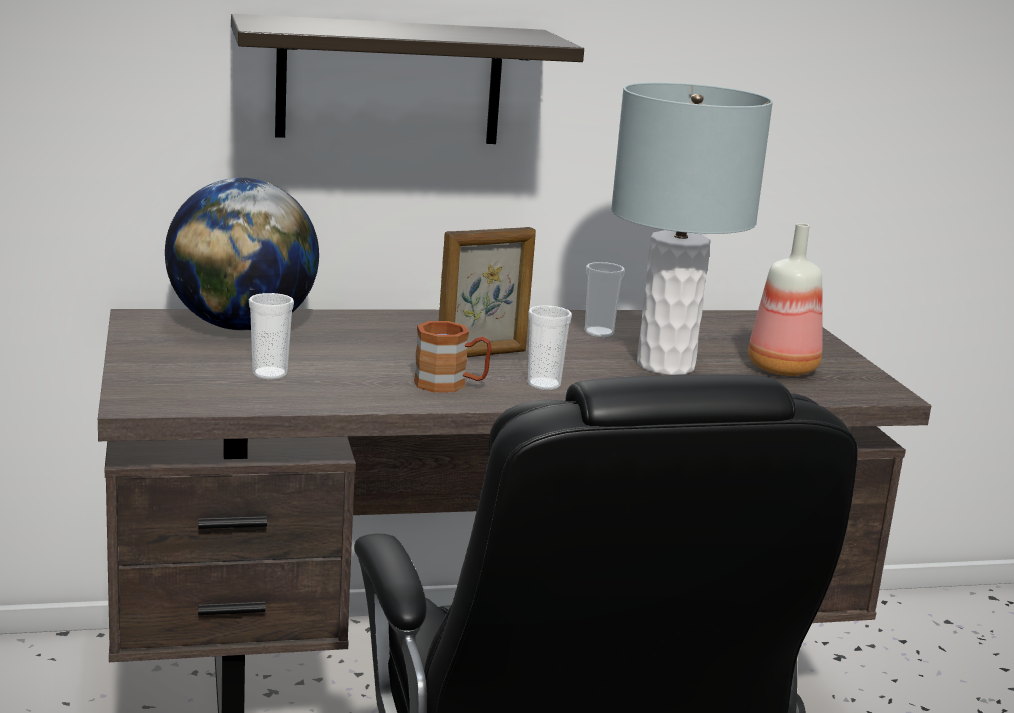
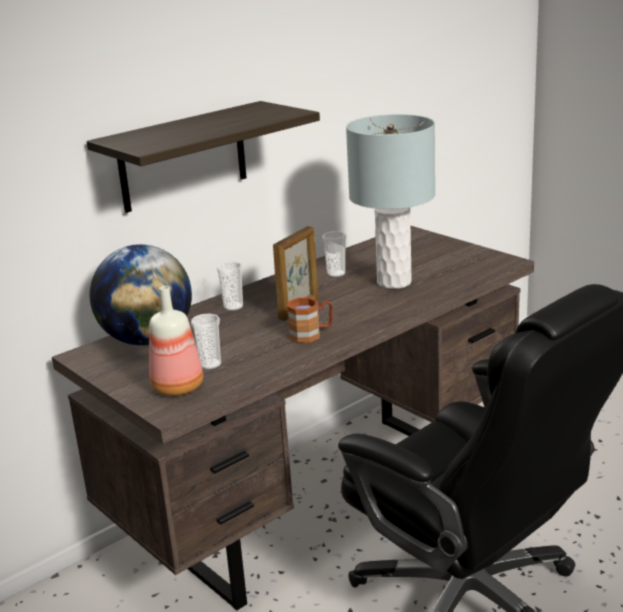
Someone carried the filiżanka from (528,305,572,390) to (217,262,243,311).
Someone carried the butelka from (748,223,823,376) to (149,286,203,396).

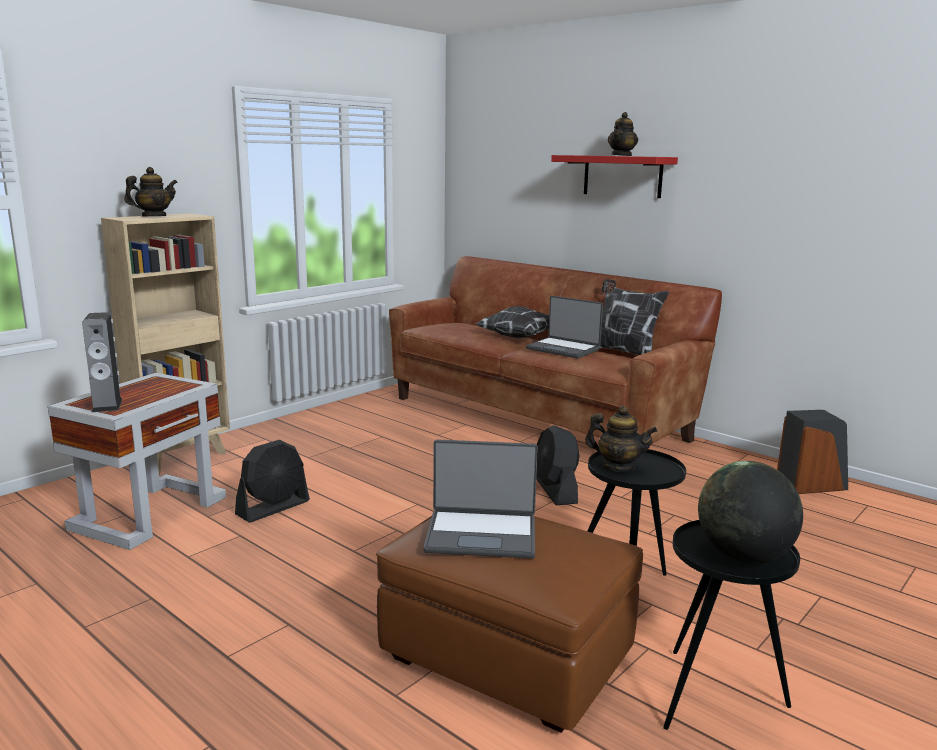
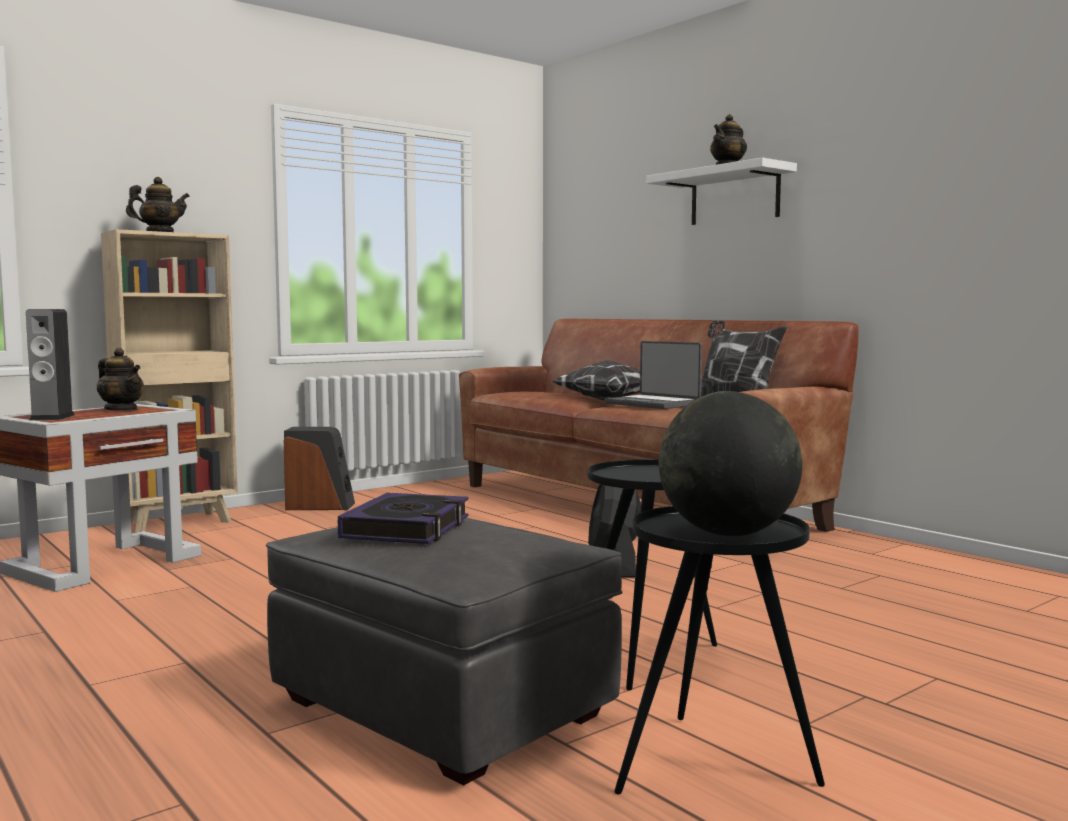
Someone took away the wentylator (czarny) at (235,440,310,523).
Someone repainted the pufa (brązowy) at (376,516,643,733), which became the pufa (szary) at (266,518,622,785).
Someone swapped the laptop at (424,439,538,559) for the książka at (338,493,468,544).
Someone repainted the półka (czerwony) at (551,155,678,198), which became the półka (biały) at (646,158,797,225).
Someone carried the imbryk from (585,406,657,472) to (97,348,144,411).
Someone carried the głośnik from (777,410,848,494) to (284,427,355,510).

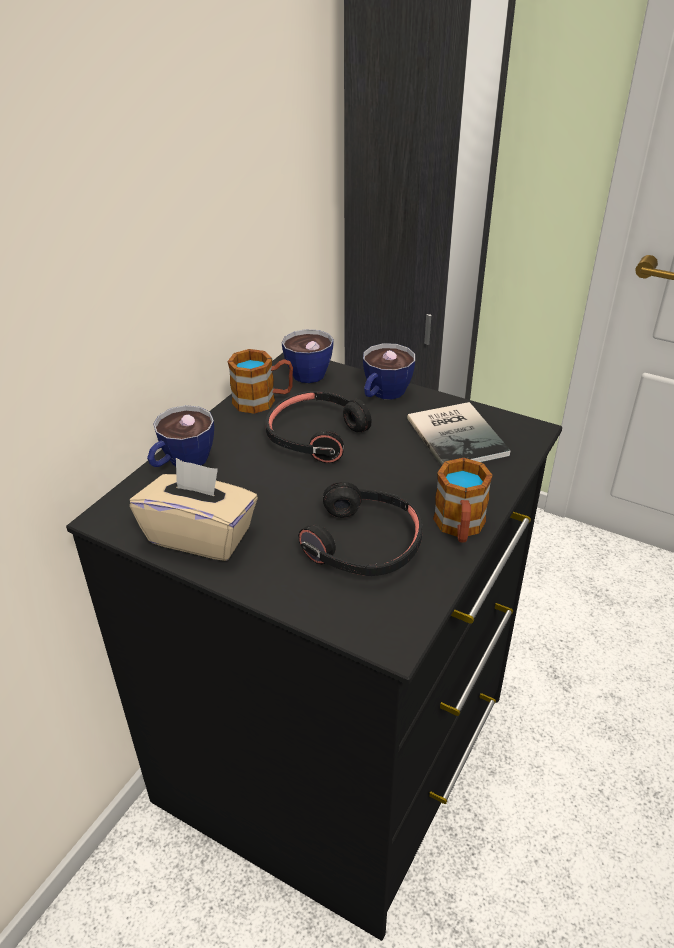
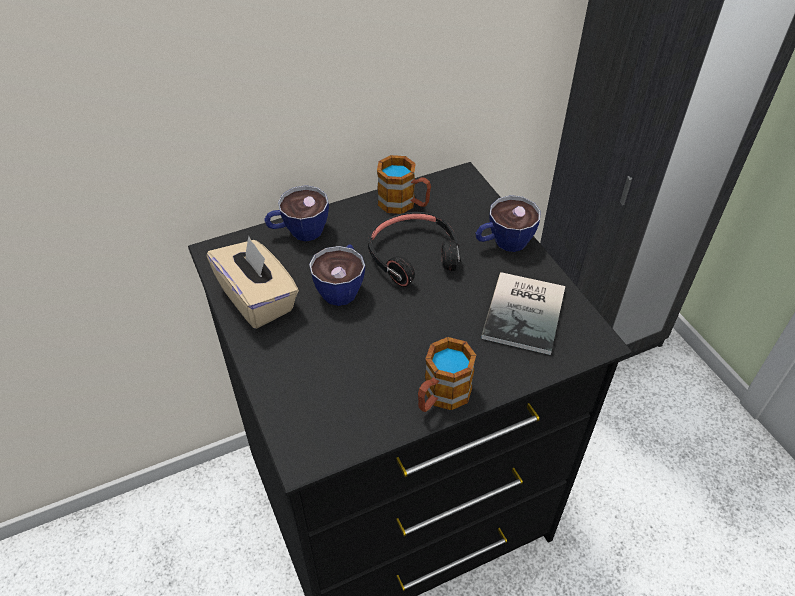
Someone carried the filiżanka from (281,329,334,383) to (309,244,365,306).
Someone took away the słuchawki (czarny) at (298,482,423,576).

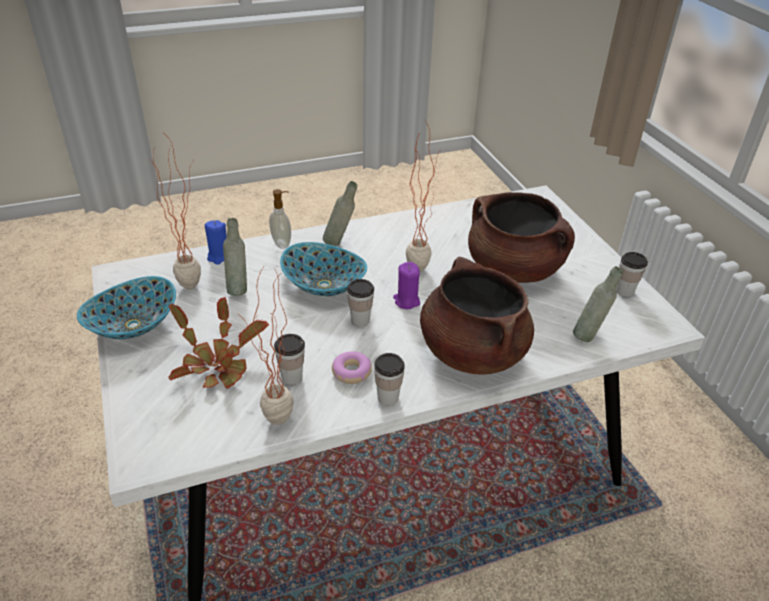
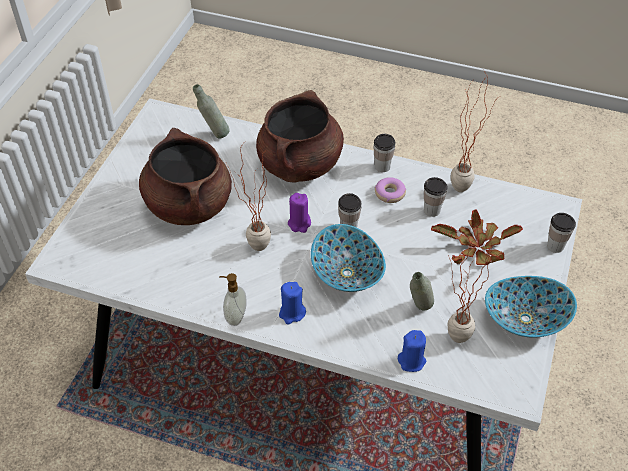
Someone carried the dozownik mydła from (269,189,291,249) to (219,273,247,326).
Someone swapped the butelka (szary) at (323,181,357,246) for the świeca (niebieski) at (279,282,306,324).
Someone carried the filiżanka from (616,252,648,297) to (547,213,576,253).

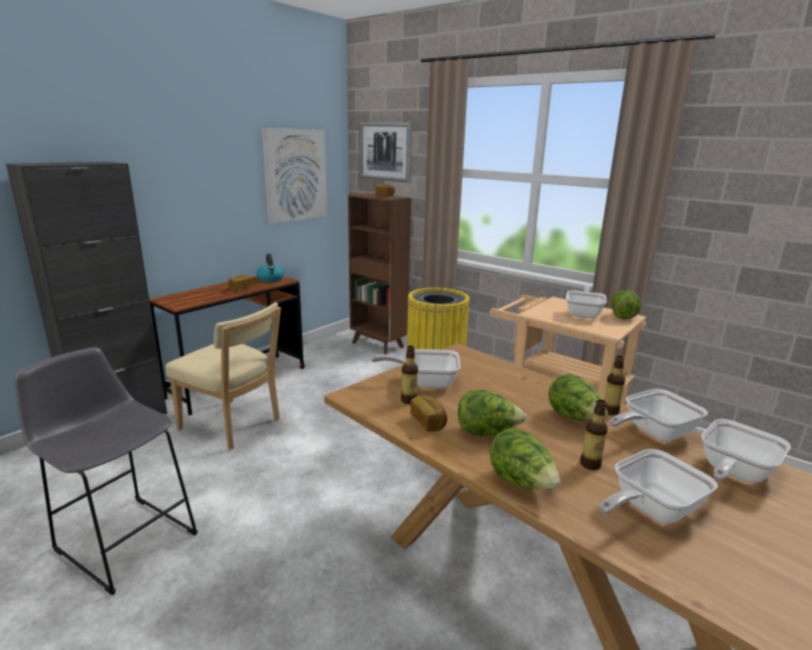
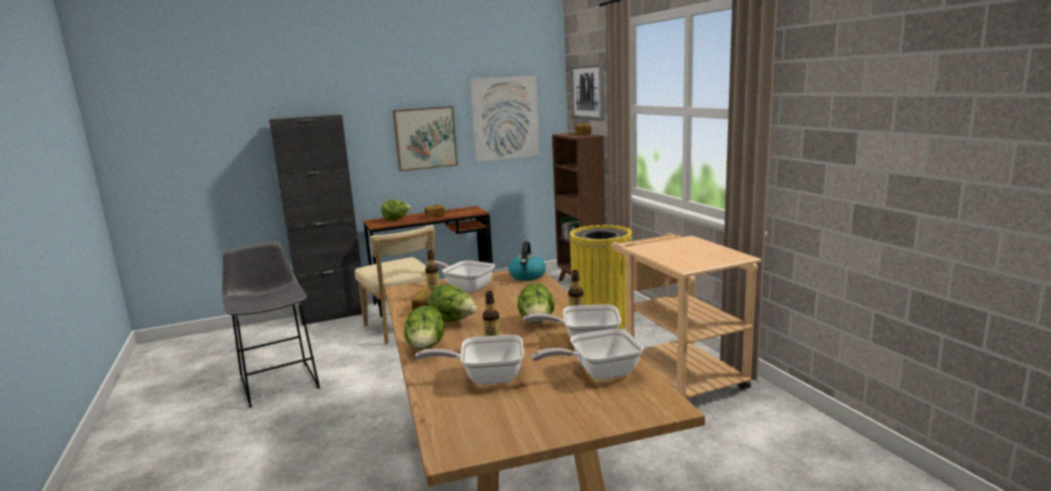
Someone carried the czajnik from (256,254,284,282) to (509,241,546,281).
Someone took away the patelnia at (566,285,607,319).
Someone carried the sałata from (611,290,641,319) to (381,200,411,221).
Someone put up the obraz at (393,106,458,171).

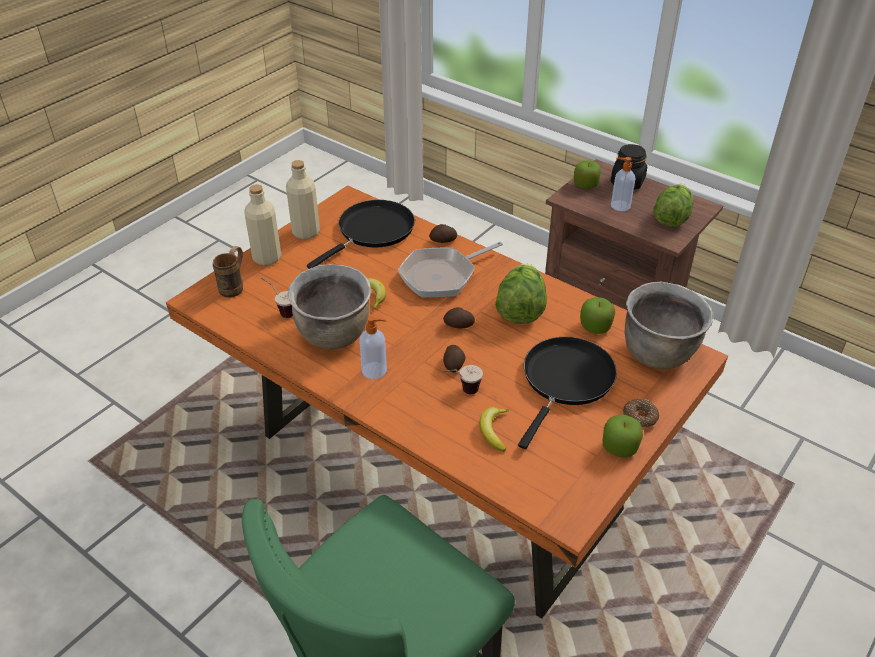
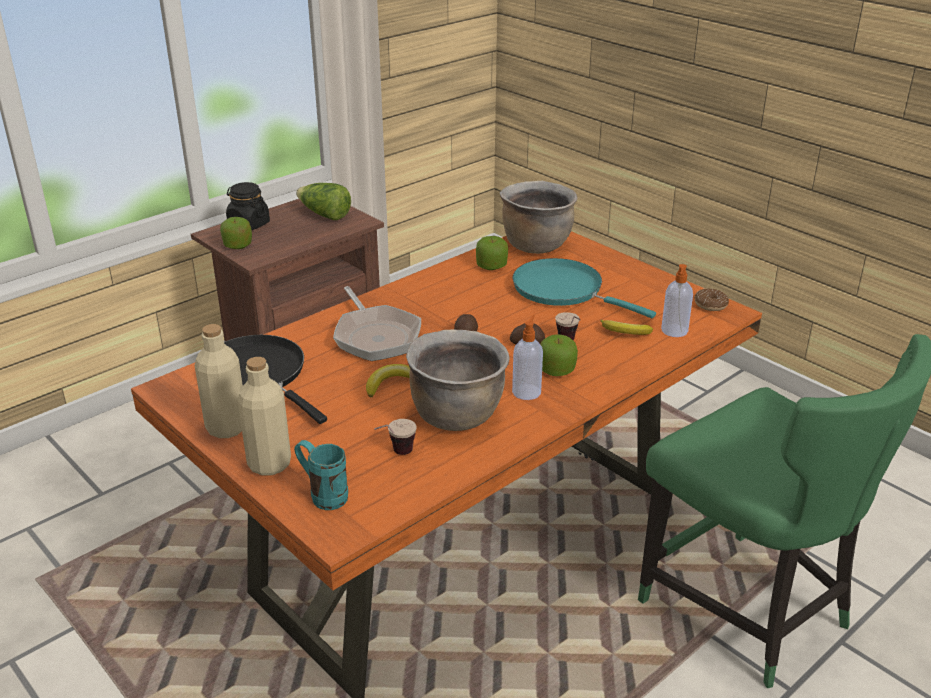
Someone repainted the kubek (brązowy) at (213,246,243,298), which became the kubek (turkusowy) at (294,440,348,510).
Someone took away the ziemniak at (429,224,457,243).
Someone took away the sałata at (495,264,547,324).
Someone repainted the patelnia (czarny) at (518,337,617,449), which became the patelnia (turkusowy) at (513,258,656,318).
Someone carried the jabłko from (603,414,643,457) to (540,334,578,376).
Someone carried the dozownik mydła from (611,157,635,211) to (661,264,693,337).
Someone carried the donut from (623,399,659,428) to (694,288,729,311).

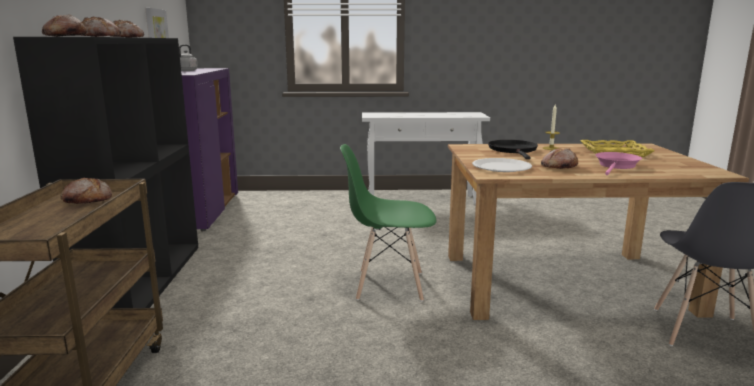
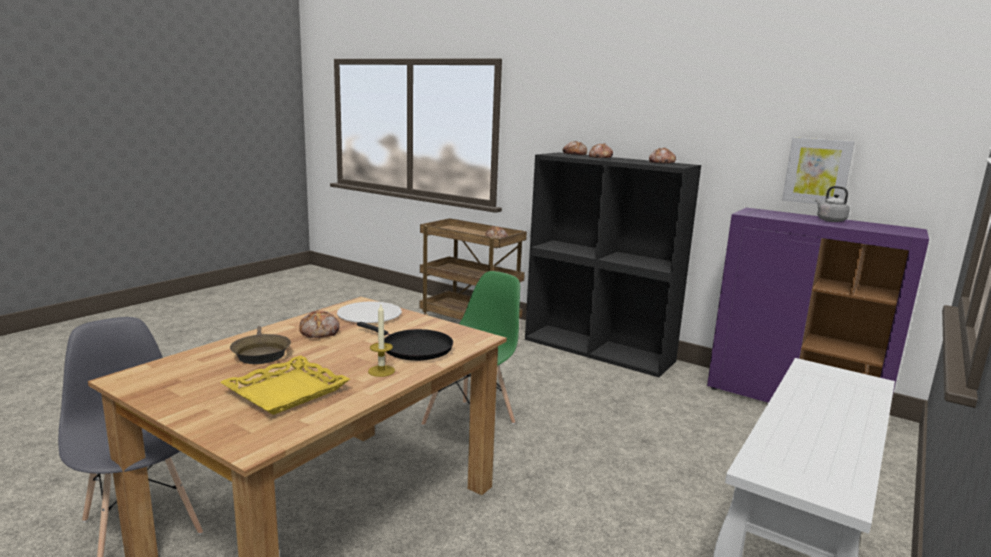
Someone repainted the patelnia (różowy) at (595,152,642,175), which became the patelnia (brązowy) at (230,326,291,364).

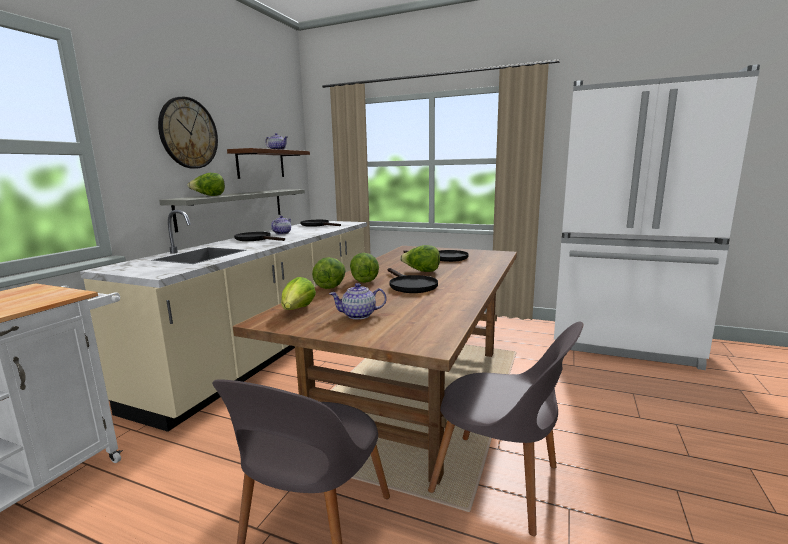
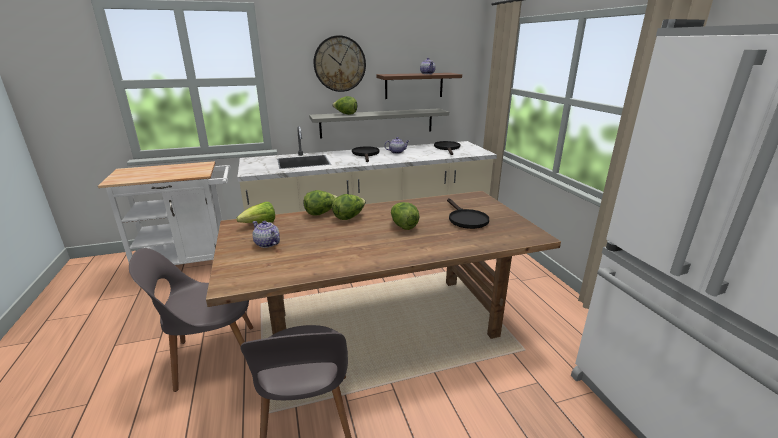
Someone took away the patelnia (czarny) at (388,268,438,293).

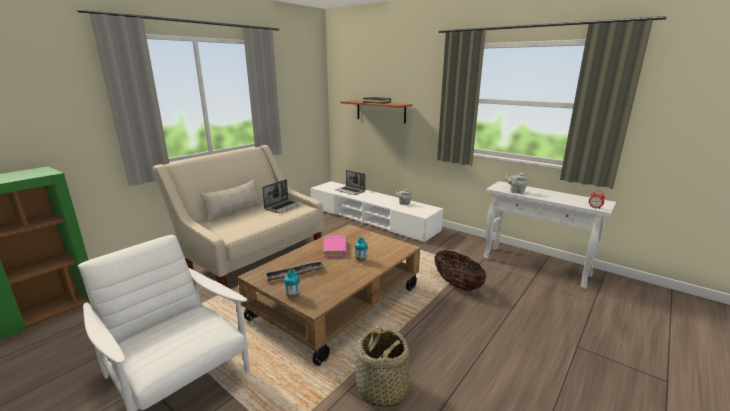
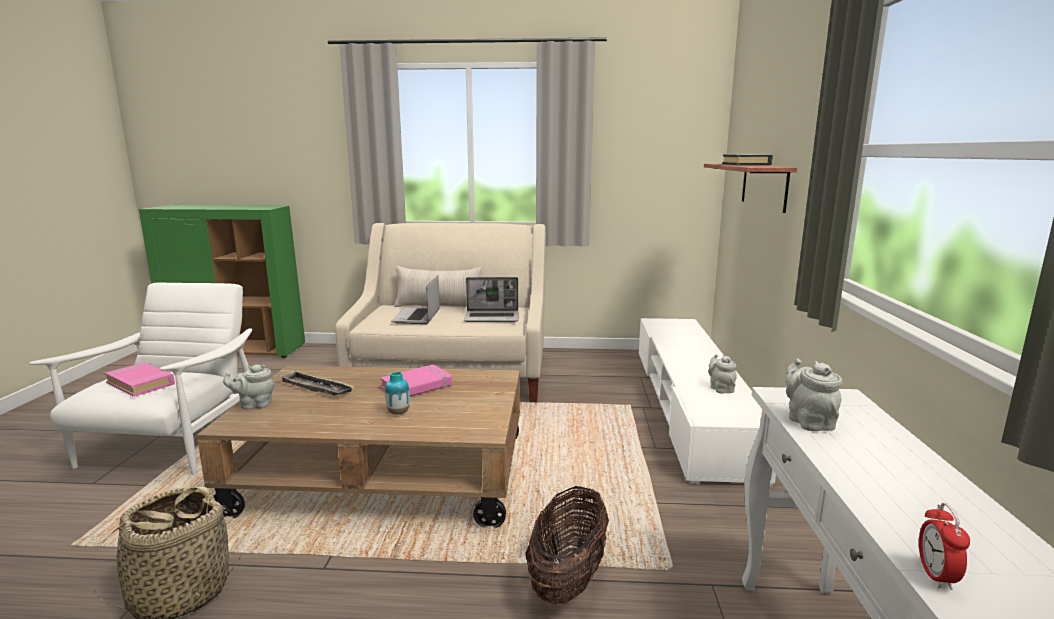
Someone swapped the wazon at (284,270,300,298) for the imbryk (szary) at (223,365,274,410).
Someone carried the laptop from (335,170,366,195) to (391,275,440,324).
Someone put down the książka (różowy) at (105,362,175,397).

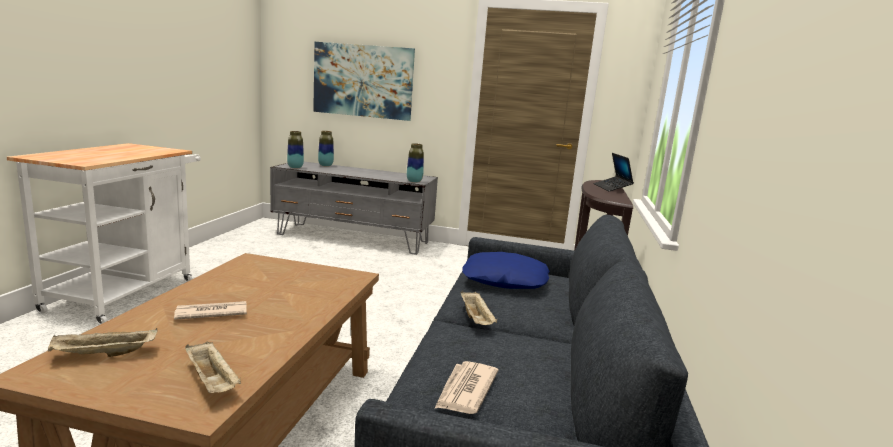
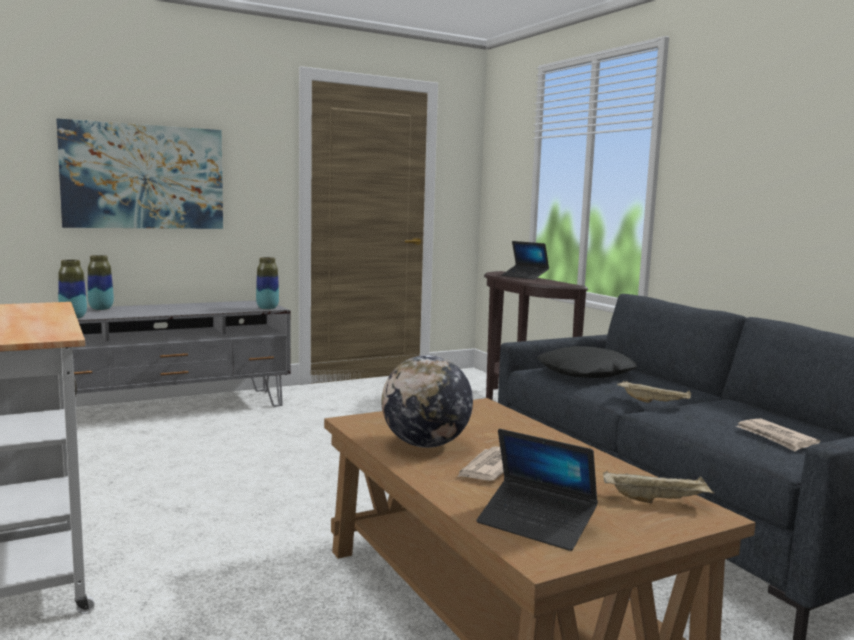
Someone swapped the taca (beżowy) at (48,328,158,357) for the laptop at (476,429,598,551).
Someone repainted the poduszka (niebieski) at (462,252,550,289), which became the poduszka (czarny) at (537,346,637,378).
Someone put down the globus at (381,355,473,448).

